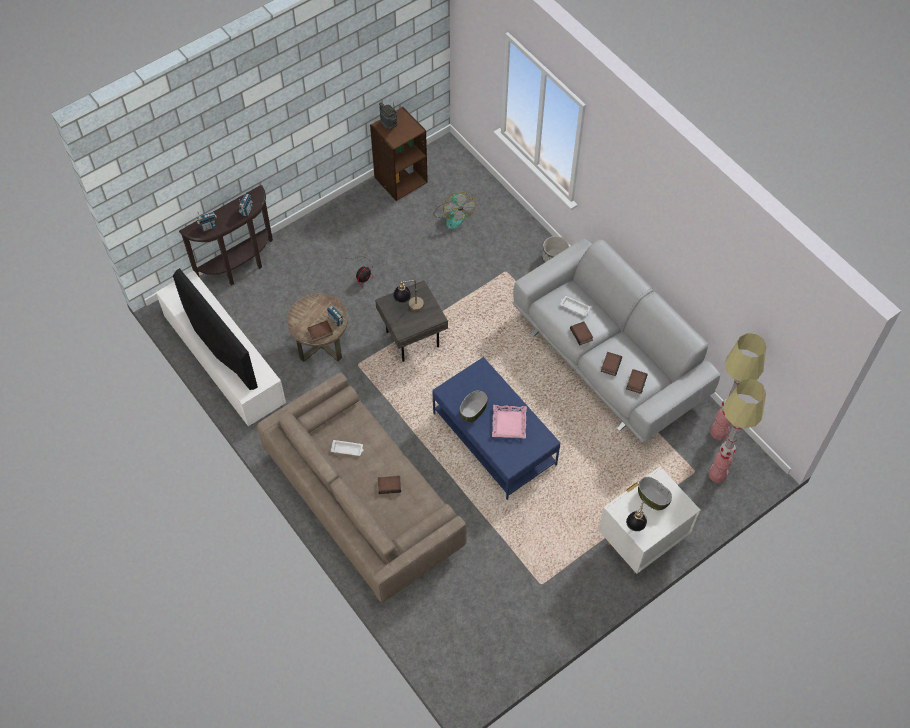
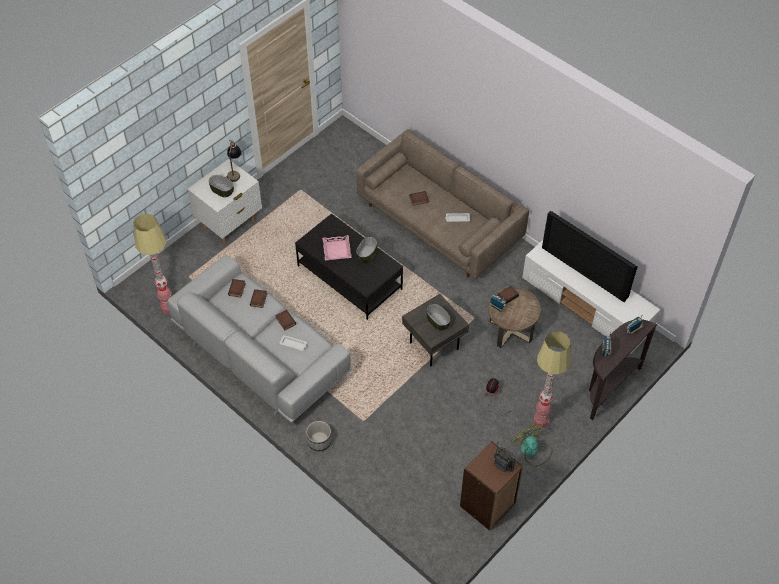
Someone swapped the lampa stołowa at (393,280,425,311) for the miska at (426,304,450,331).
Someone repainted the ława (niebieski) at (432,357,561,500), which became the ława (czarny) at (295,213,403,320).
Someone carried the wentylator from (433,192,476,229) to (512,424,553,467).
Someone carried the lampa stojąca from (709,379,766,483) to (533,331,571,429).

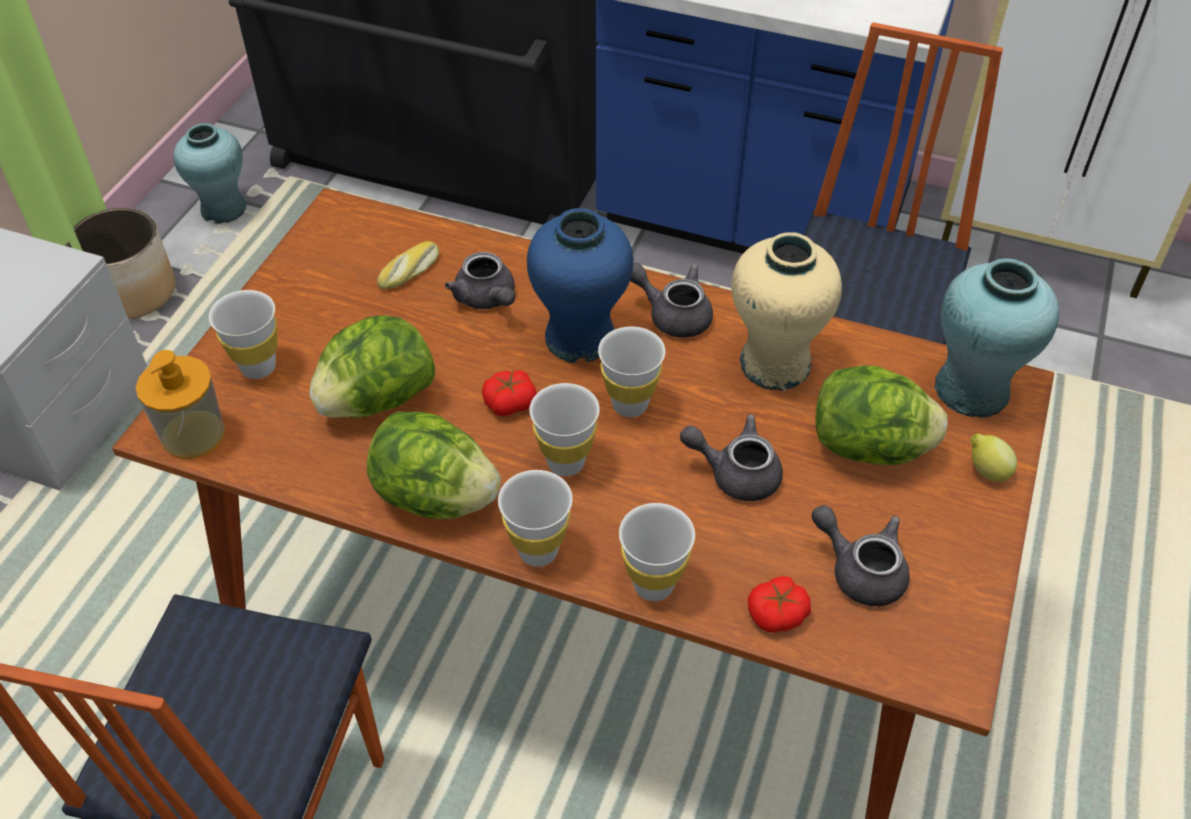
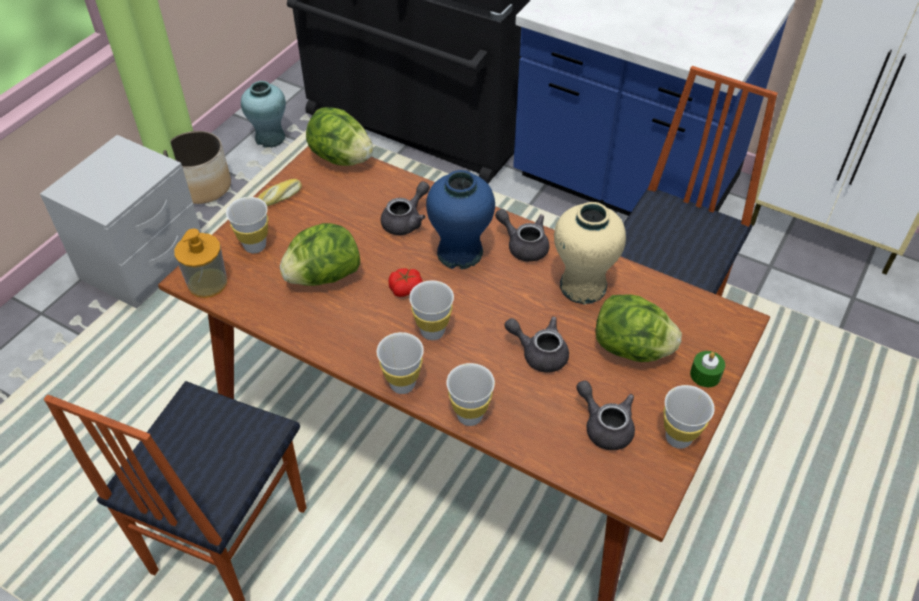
Someone carried the sałata from (367,412,501,519) to (306,107,374,166).
Someone carried the chleb from (377,241,439,289) to (258,179,302,206).
Someone rotated the imbryk (szary) at (445,252,515,309) by 120 degrees counterclockwise.
Someone carried the filiżanka (biały) from (598,326,665,417) to (664,385,715,449).
Someone took away the pomidor at (748,576,811,633).
Someone took away the wazon (turkusowy) at (934,258,1059,418).
Someone swapped the cytryna at (971,433,1017,482) for the świeca (zielony) at (690,351,725,387).

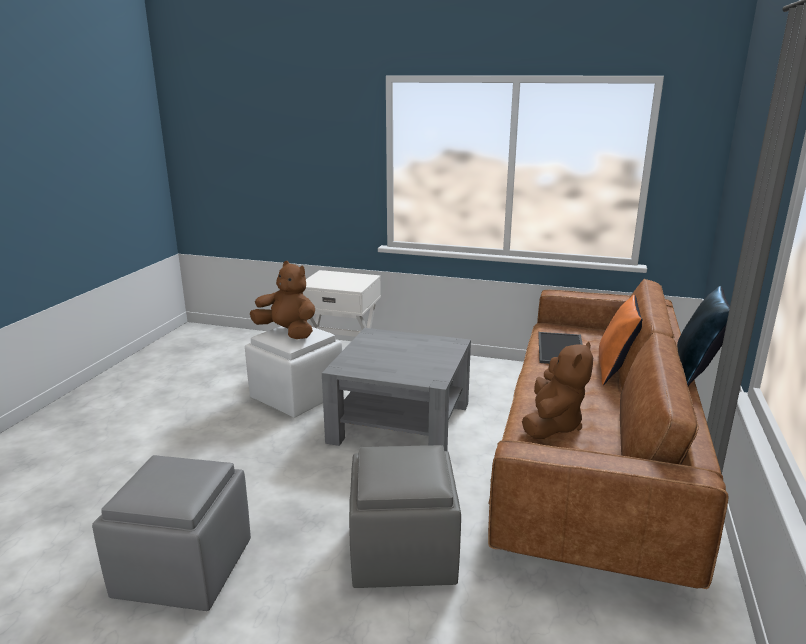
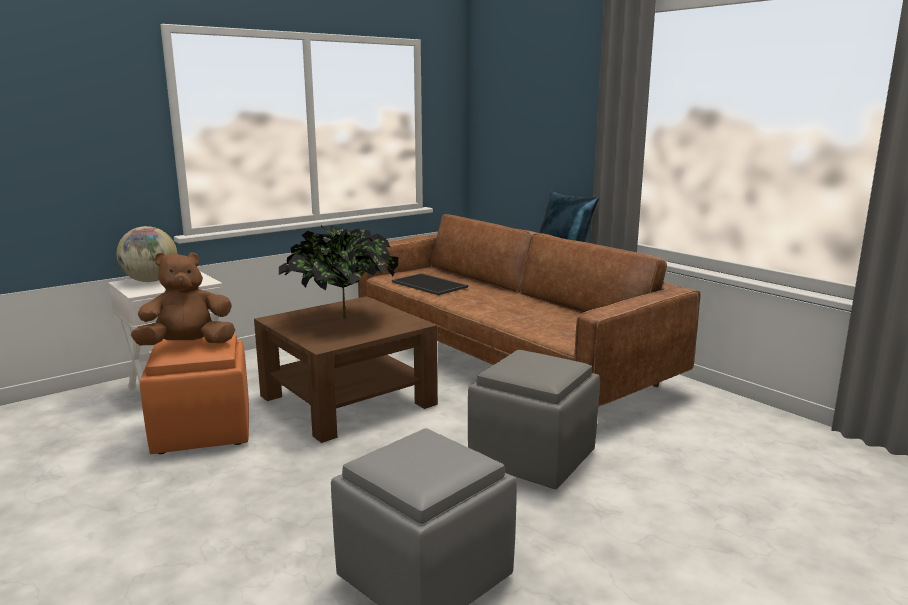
Someone repainted the pufa (biały) at (245,326,342,418), which became the pufa (pomarańczowy) at (140,334,249,454).
Someone repainted the ława (szary) at (322,328,471,451), which became the ława (brązowy) at (254,297,438,443).
Someone took away the pluszak (brązowy) at (522,341,593,439).
Someone took away the poduszka (pomarańczowy) at (599,295,642,385).
Someone put down the globus at (117,226,177,282).
Someone put down the roślina doniczkowa at (279,225,398,319).

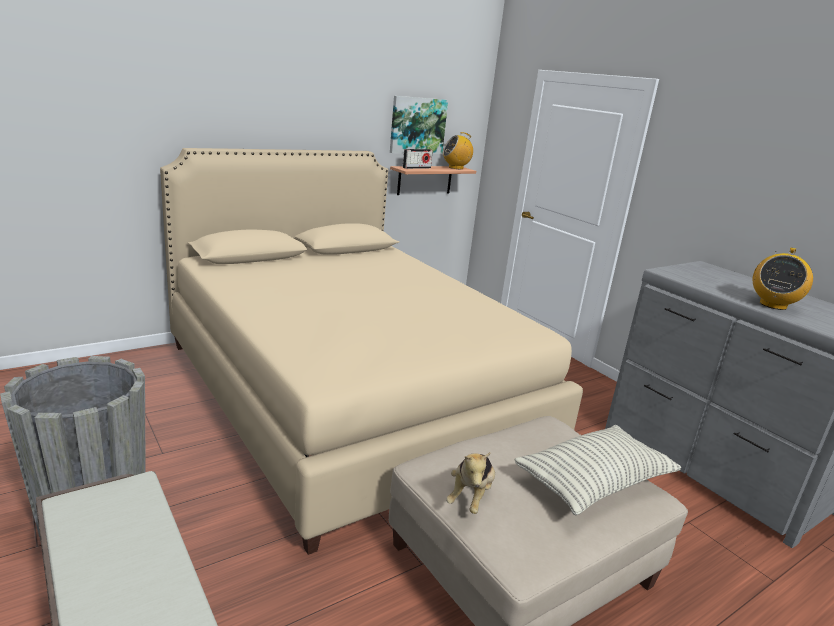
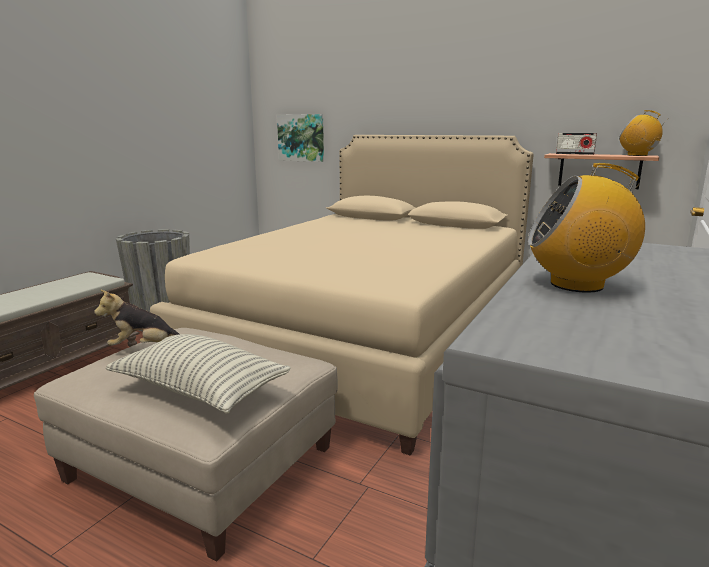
Someone carried the obraz from (390,96,448,154) to (277,114,324,162).

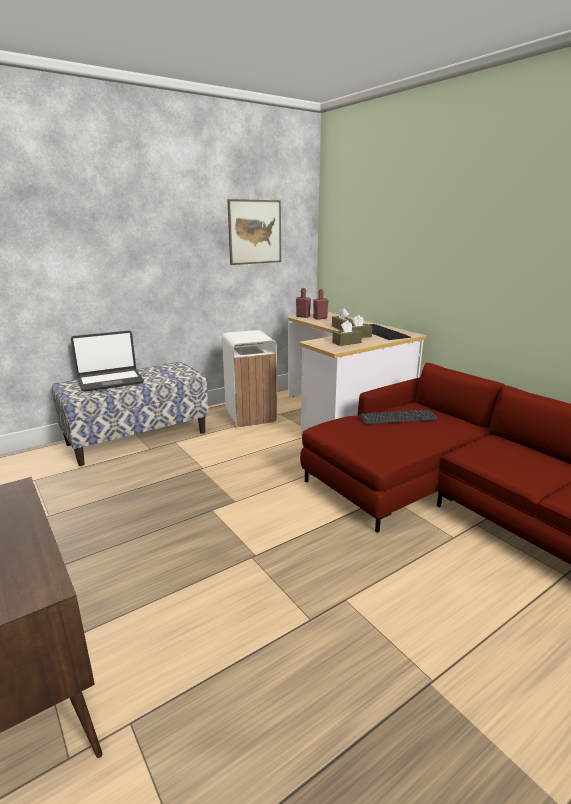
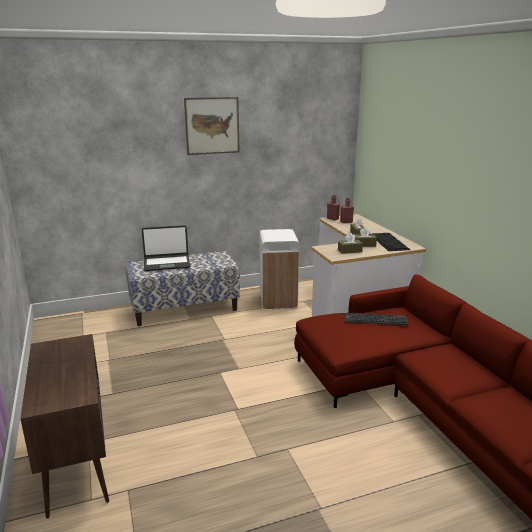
Someone carried the obraz from (227,199,281,265) to (184,97,240,155).

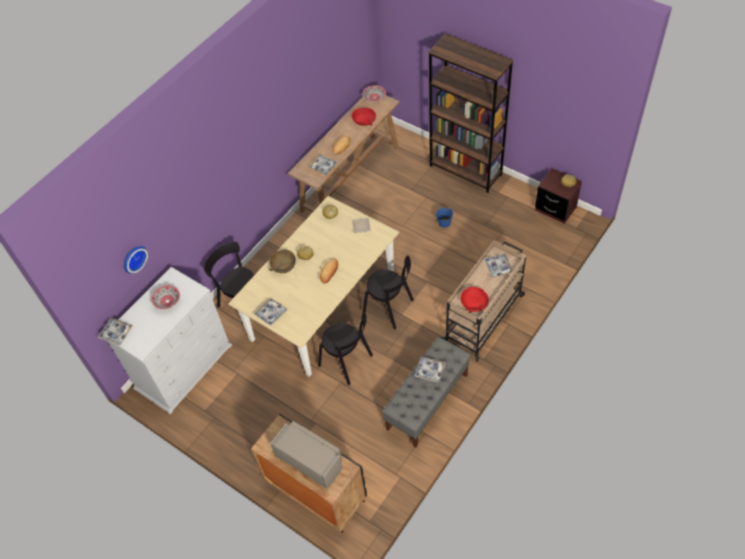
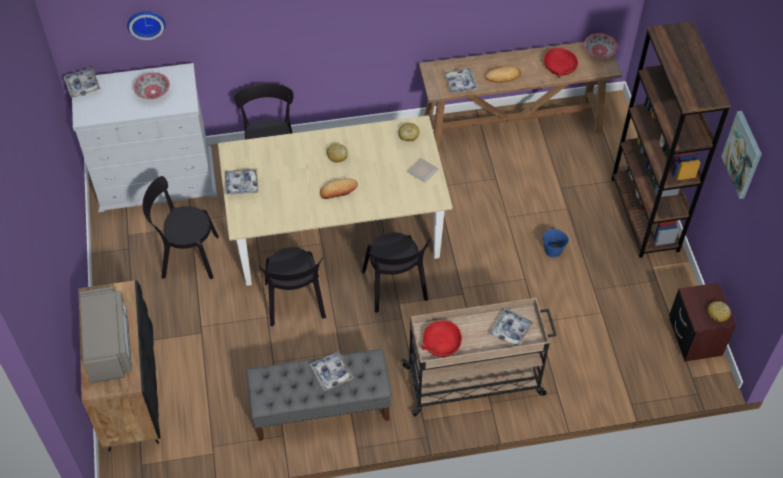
Someone took away the miska (brązowy) at (269,250,296,273).
Someone put down the krzesło (czarny) at (143,176,219,279).
Someone put up the obraz at (721,111,762,199).

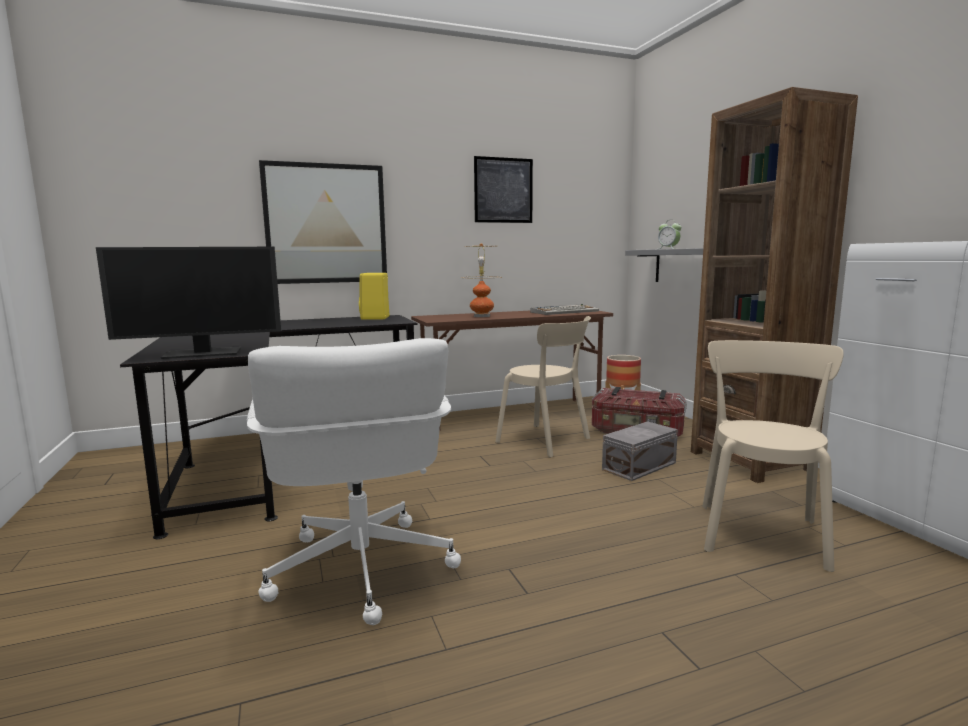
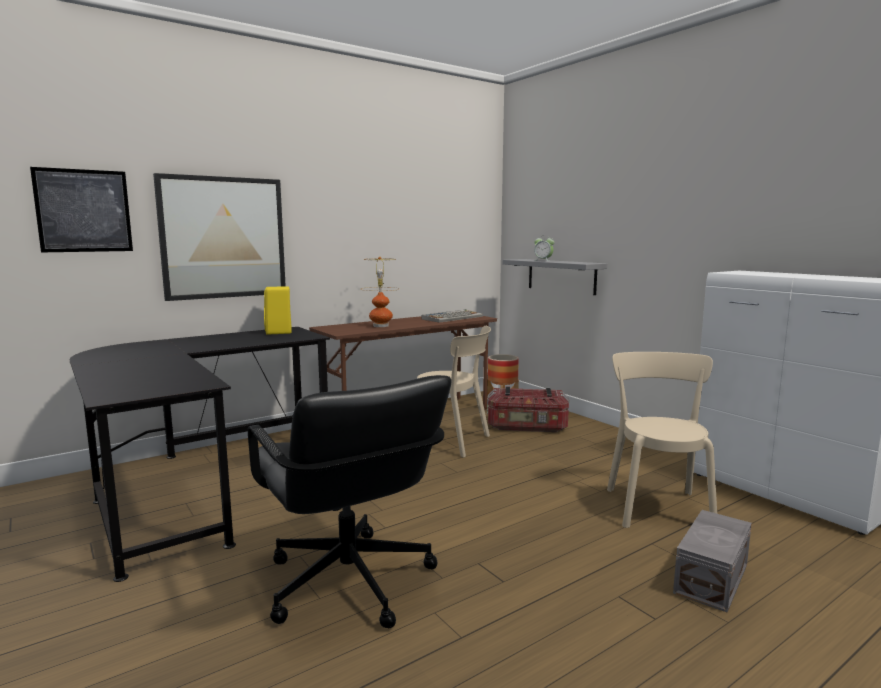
Someone took away the monitor at (96,247,281,359).
Someone repainted the krzesło biurowe (biały) at (247,338,461,625), which became the krzesło biurowe (czarny) at (248,375,452,628).
Someone carried the obraz from (474,156,533,223) to (30,167,133,252).
Someone carried the pojemnik do przechowywania (szary) from (602,421,678,481) to (673,510,752,613).
Someone took away the regał (brązowy) at (691,87,858,483).

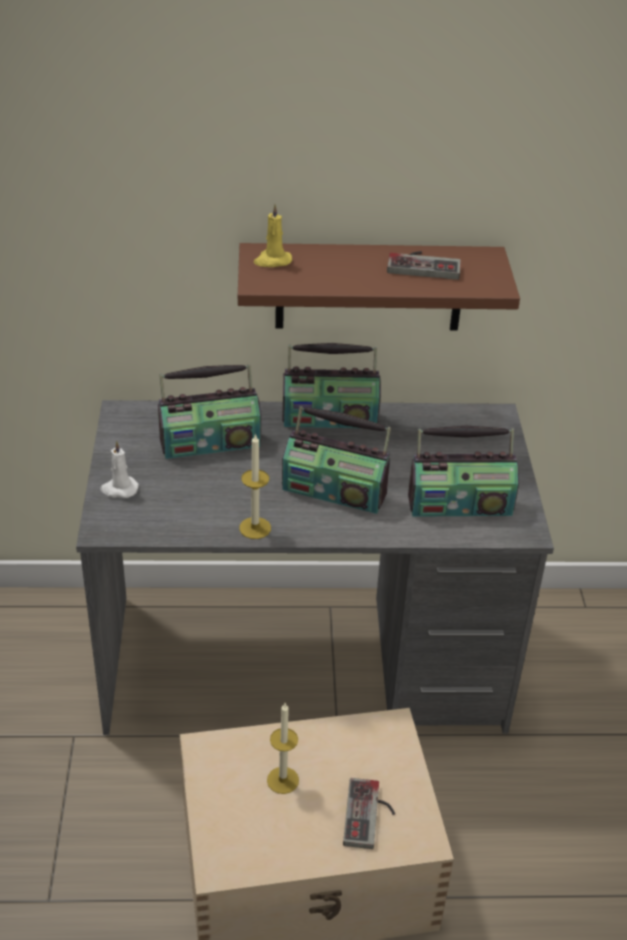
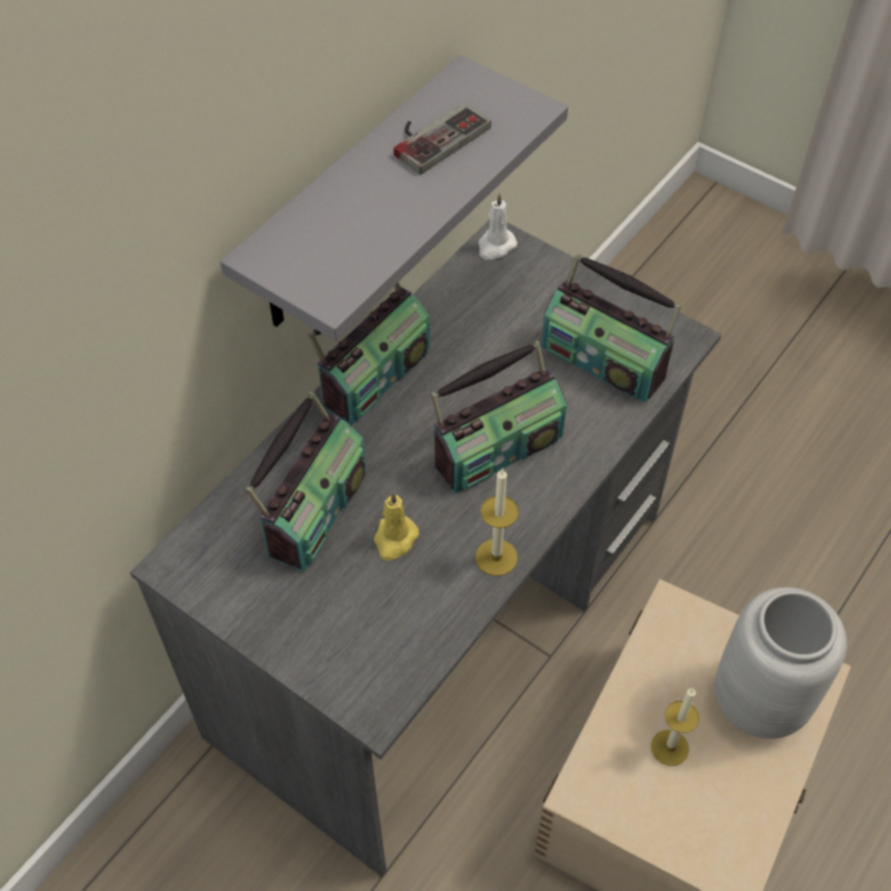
Someone carried the świeca (biały) from (100,441,139,498) to (478,193,517,260).
Someone repainted the półka (brązowy) at (238,243,520,330), which became the półka (szary) at (220,55,568,341).
Someone carried the świeca (żółty) from (254,204,292,267) to (374,492,419,561).
Someone swapped the pad do gier at (343,778,395,849) for the wazon (szary) at (715,587,847,739).
Someone rotated the radio at (408,426,519,517) by 90 degrees clockwise.

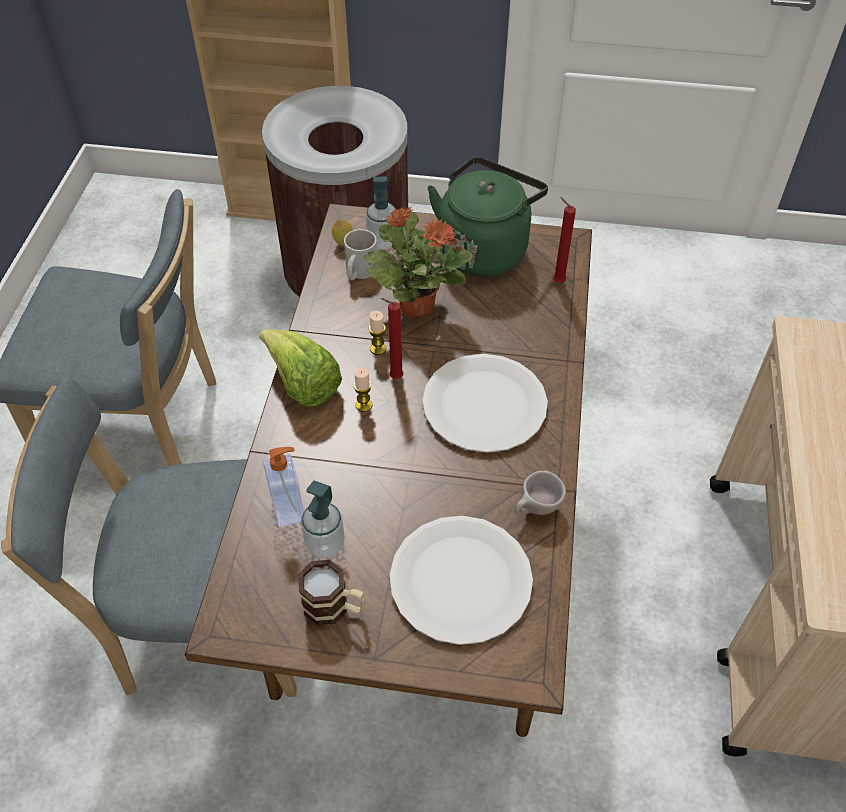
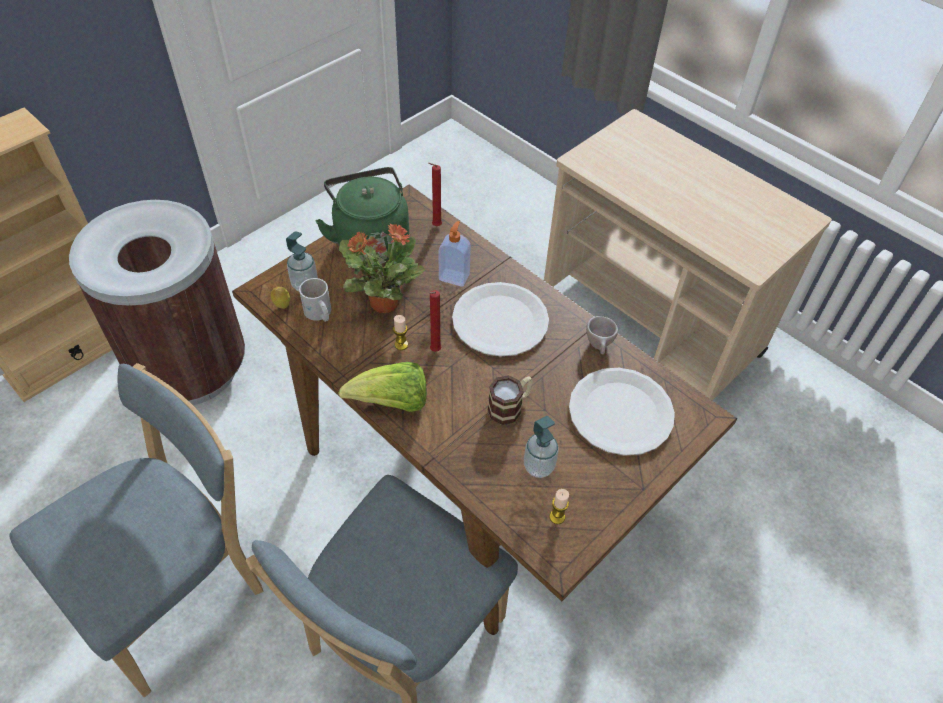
Someone carried the dozownik mydła from (263,447,304,528) to (438,221,471,287).
Someone carried the kubek from (299,560,366,625) to (488,375,533,425).
Someone carried the świeca from (354,368,373,412) to (549,489,569,524).

